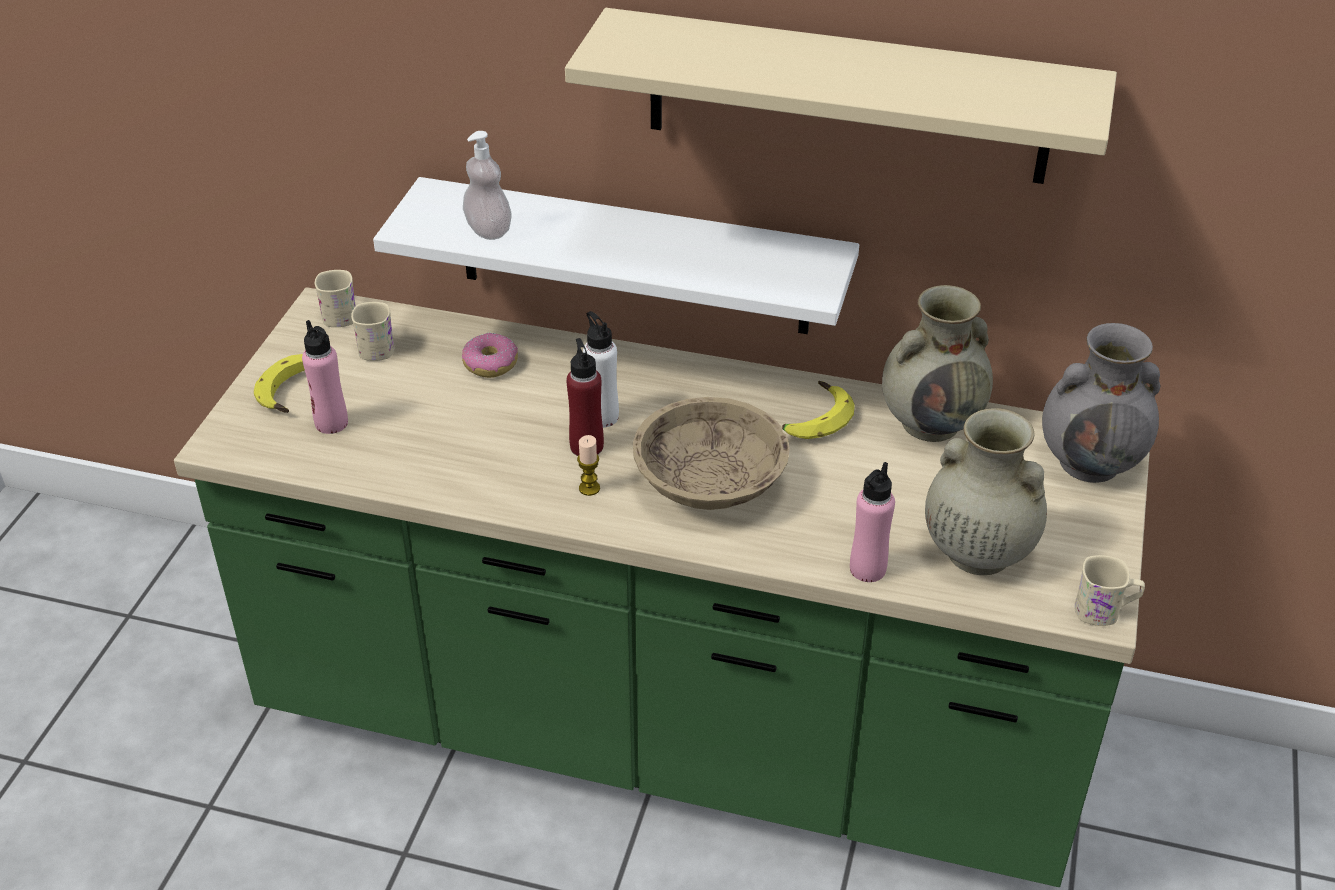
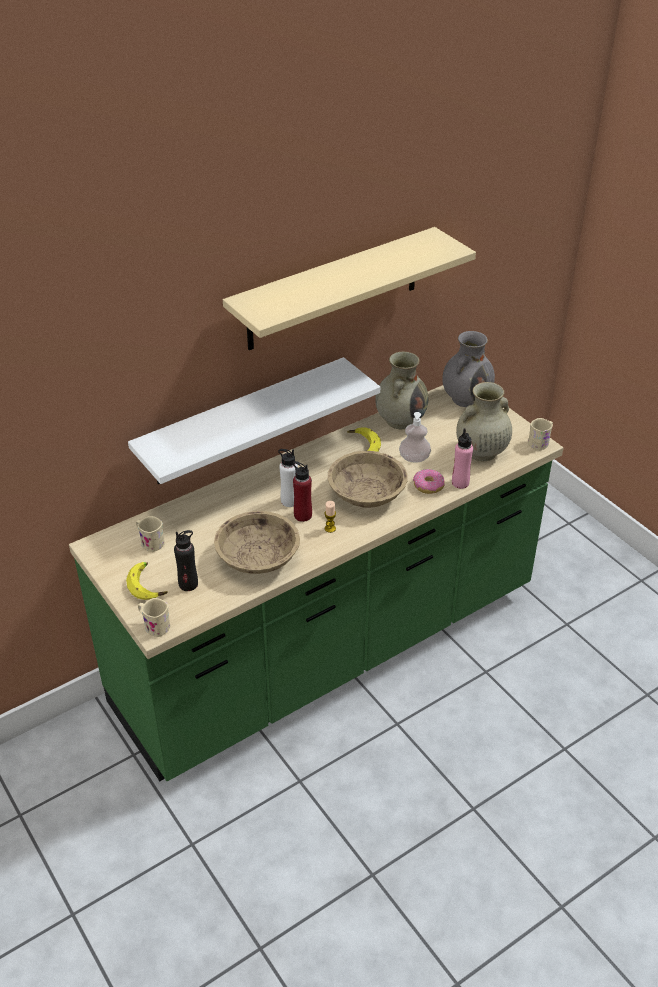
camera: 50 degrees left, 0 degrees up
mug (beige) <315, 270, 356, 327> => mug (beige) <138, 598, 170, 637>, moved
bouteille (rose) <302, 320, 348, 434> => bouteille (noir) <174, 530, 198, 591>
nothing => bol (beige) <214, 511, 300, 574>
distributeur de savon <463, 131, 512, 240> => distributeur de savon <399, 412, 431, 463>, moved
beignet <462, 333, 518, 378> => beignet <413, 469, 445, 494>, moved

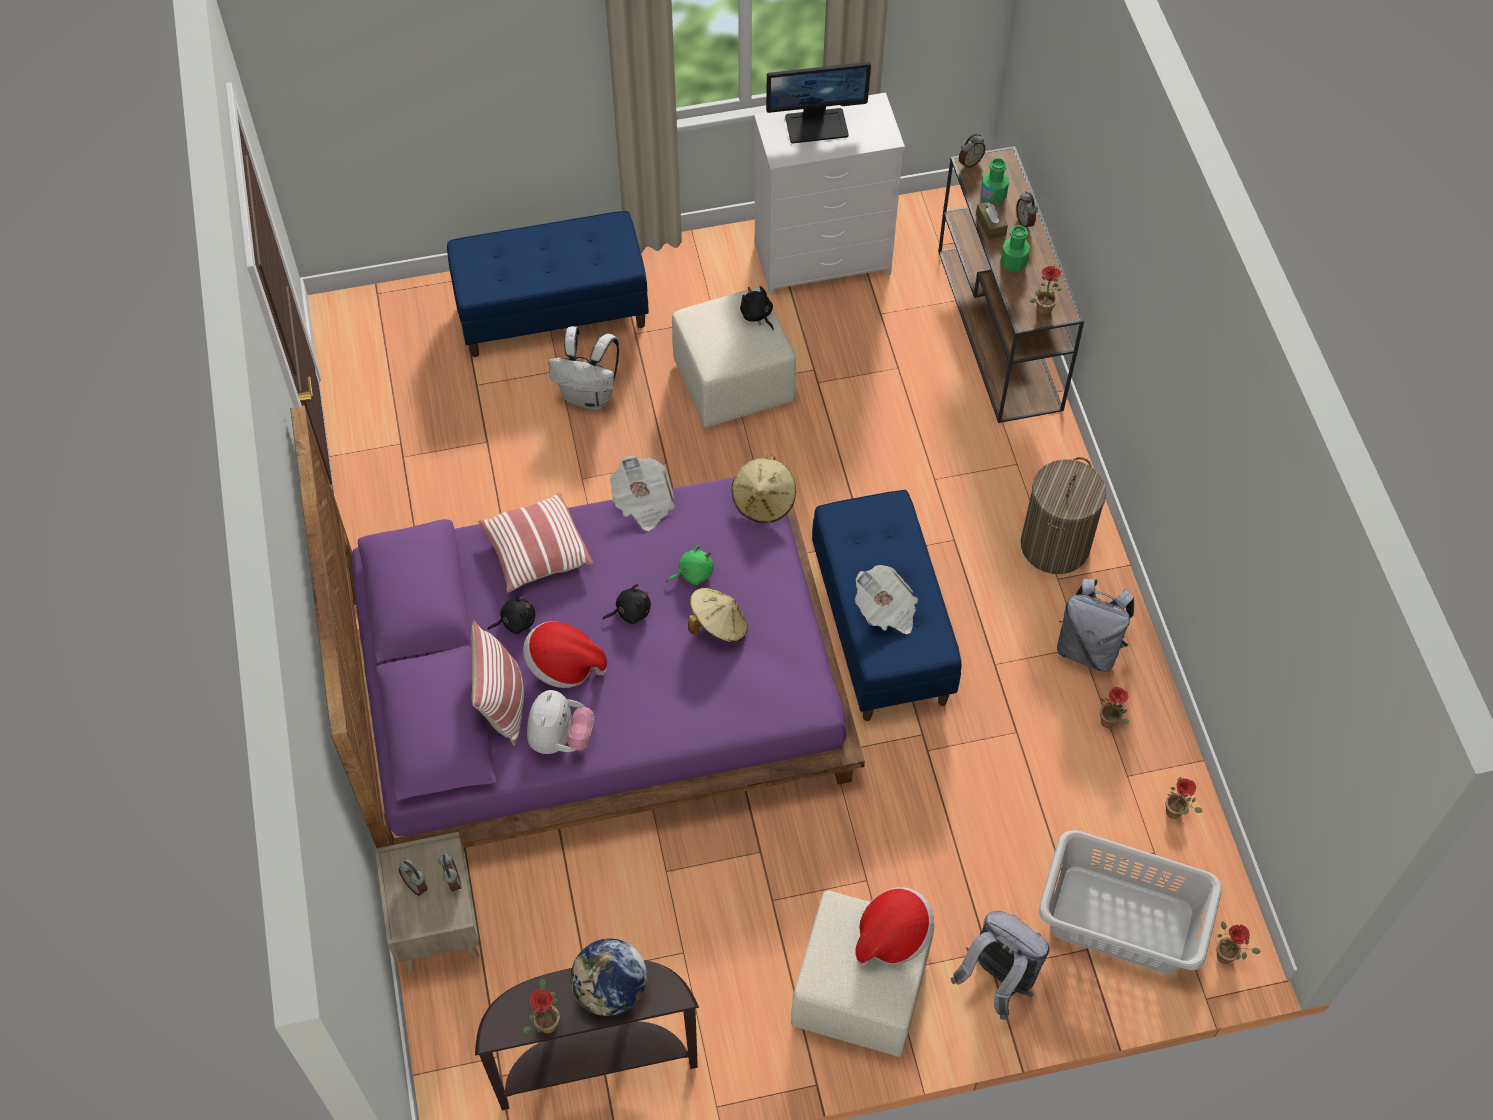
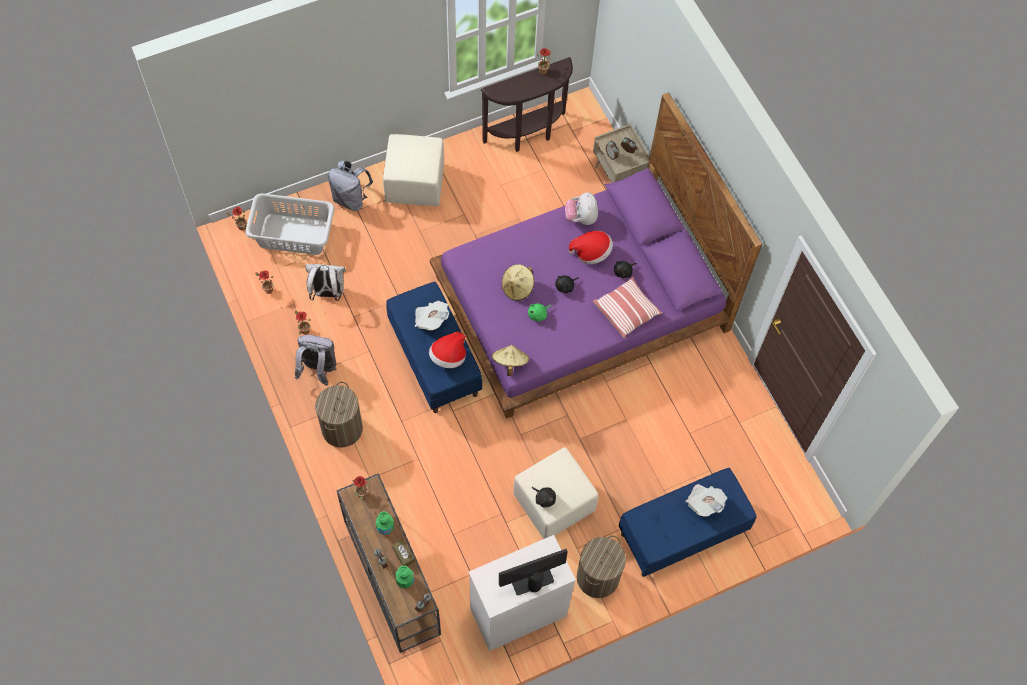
camera: 165 degrees right, 5 degrees up
sac à dos (blanc) <548, 326, 619, 410> => sac à dos (blanc) <305, 264, 346, 301>, moved
chapeau <855, 887, 934, 966> => chapeau <429, 332, 466, 368>, moved
nothing => panier à linge <577, 535, 626, 598>
journal <610, 455, 675, 531> => journal <685, 484, 727, 517>, moved
coussin <471, 621, 524, 746> => nothing
globe <571, 938, 647, 1016> => nothing

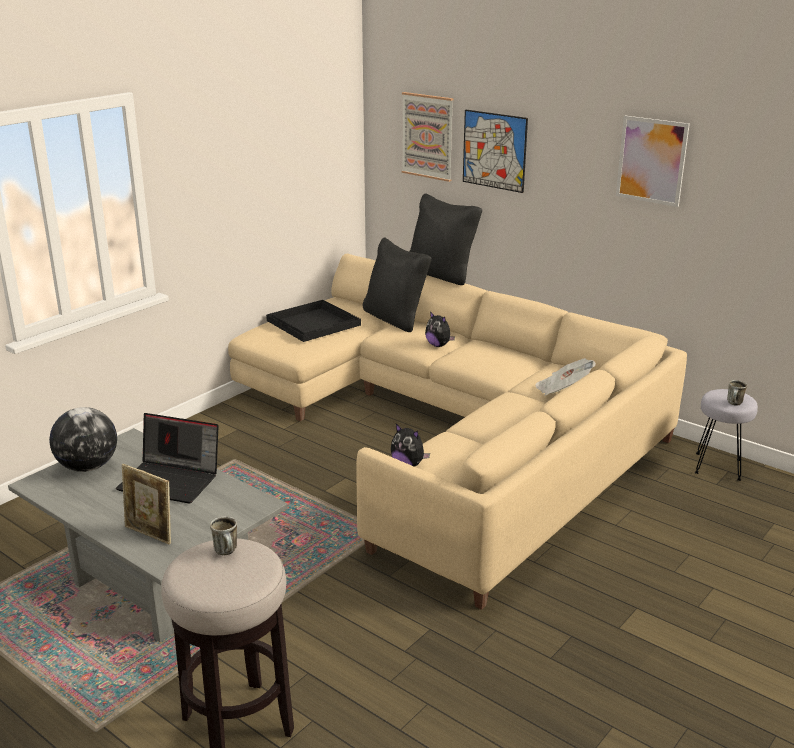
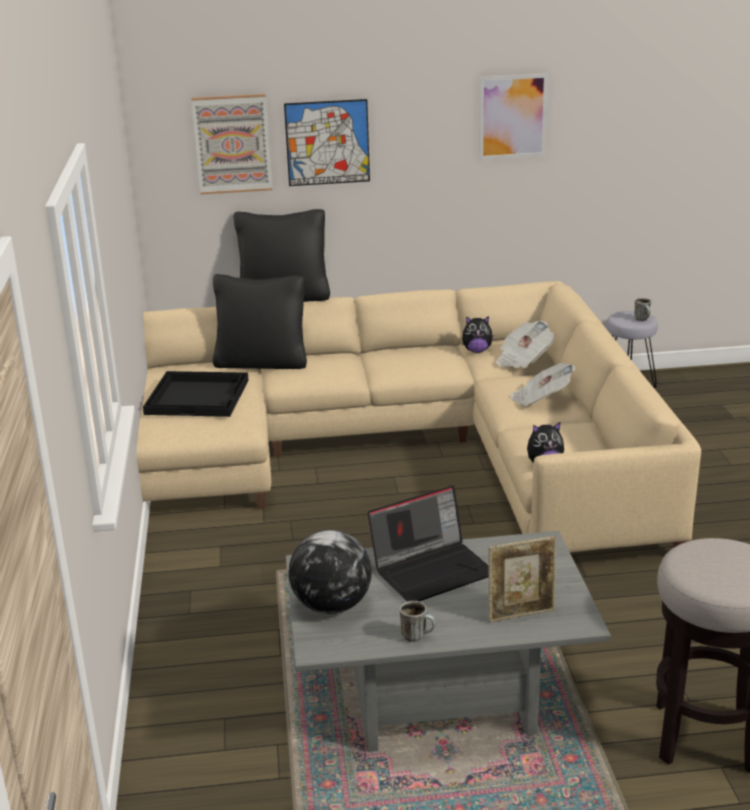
camera: 45 degrees left, 0 degrees up
mug <210, 516, 237, 555> => mug <400, 601, 436, 642>, moved
peluche <425, 311, 455, 347> => peluche <462, 316, 494, 353>, moved
nothing => journal <510, 363, 576, 407>

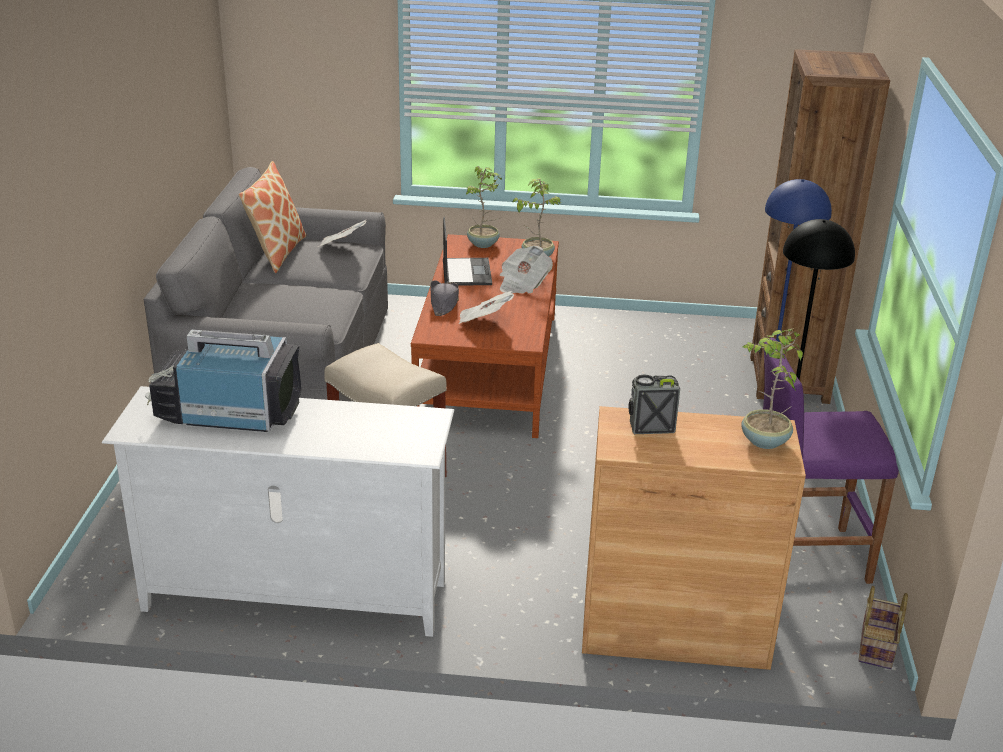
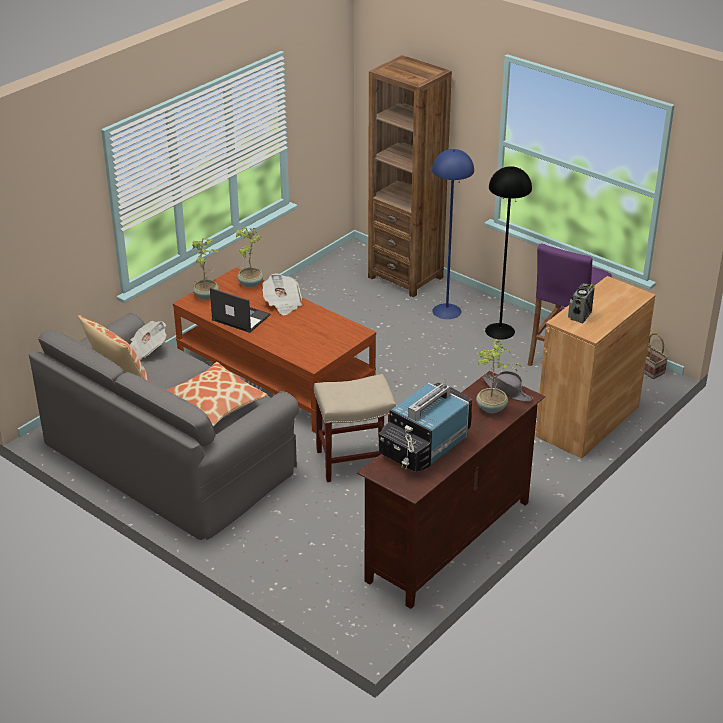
camera: 55 degrees left, 5 degrees up
nothing => coussin <167, 362, 268, 427>
meuble télé (blanc) <102, 386, 454, 637> => meuble télé (marron) <357, 371, 545, 609>
plante en pot <742, 329, 803, 449> => plante en pot <476, 339, 521, 413>, moved
chapeau (gris) <430, 280, 459, 316> => chapeau (gris) <482, 371, 533, 402>, moved
journal <458, 291, 514, 324> => nothing

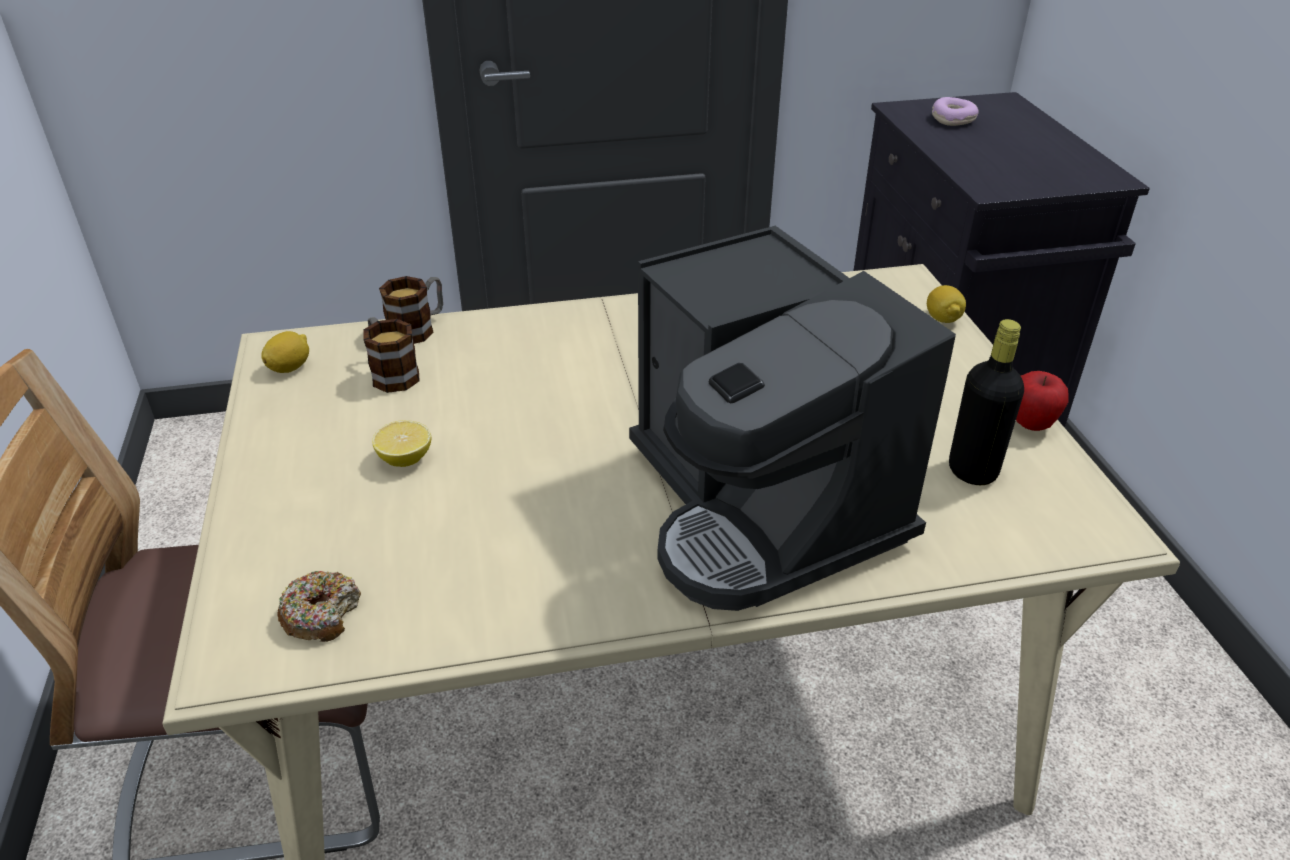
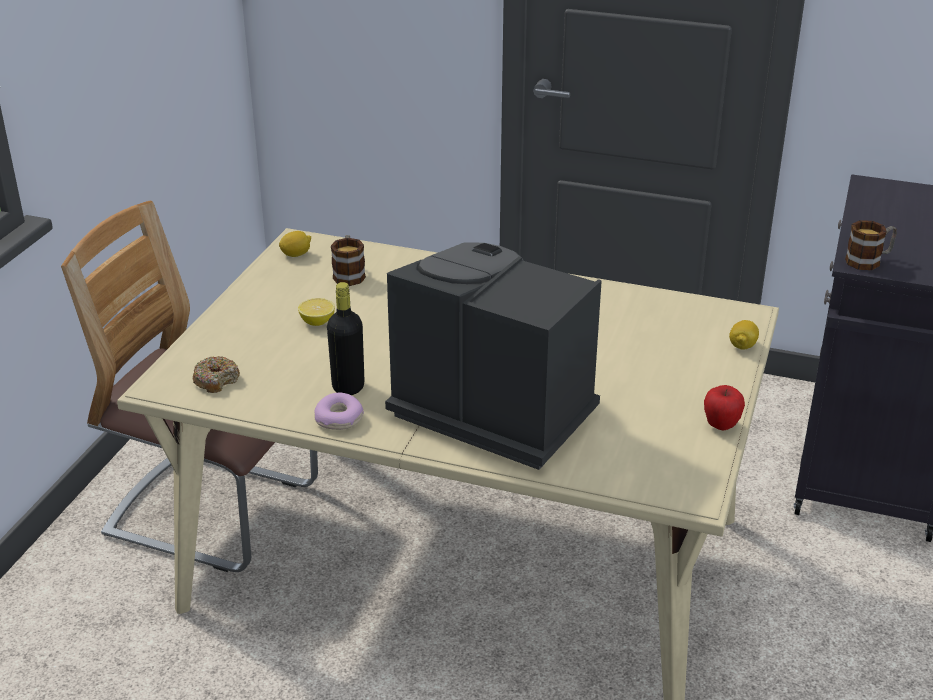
camera: 30 degrees right, 5 degrees down
beignet <932, 97, 979, 126> => beignet <314, 393, 364, 430>, moved
bouteille (noir) <949, 319, 1024, 485> => bouteille (noir) <327, 282, 365, 395>, moved
machine à café <629, 226, 956, 611> => machine à café <385, 242, 602, 470>, 120 degrees clockwise
mug <379, 276, 443, 344> => mug <845, 220, 897, 270>, moved

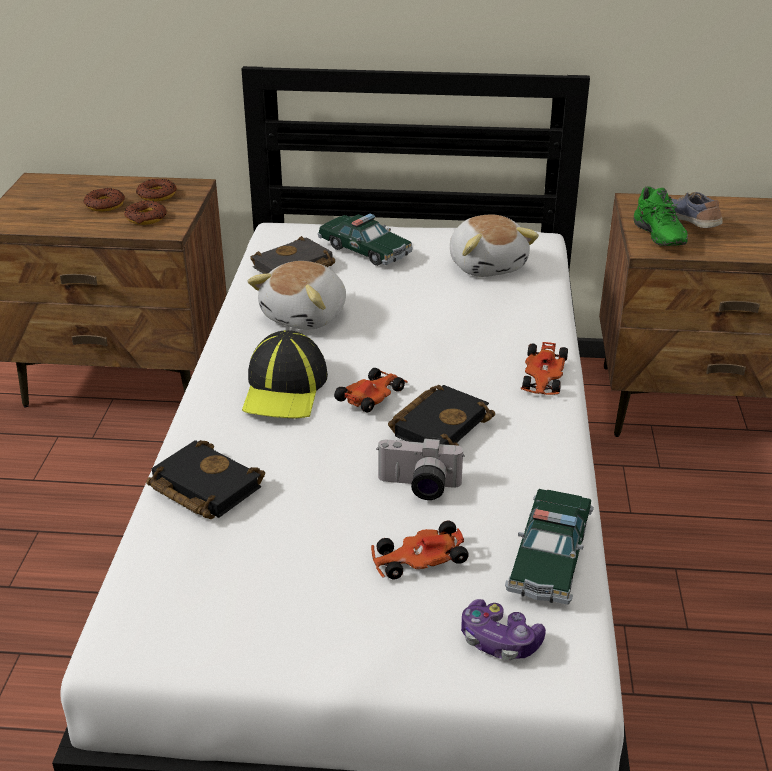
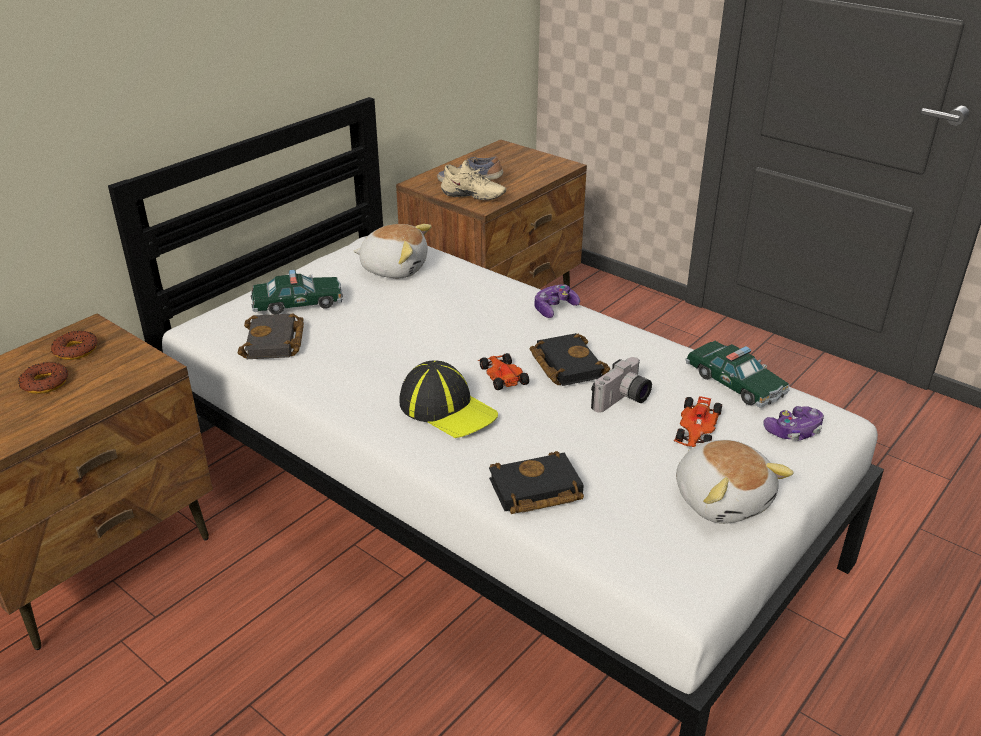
camera: 55 degrees left, 0 degrees up
chaussure (vert) <634, 186, 688, 246> => chaussure (beige) <441, 160, 506, 200>
petite voiture <521, 342, 568, 395> => manette <534, 284, 580, 318>
peluche <247, 261, 346, 330> => peluche <676, 440, 794, 524>, moved
beignet <124, 200, 167, 225> => nothing

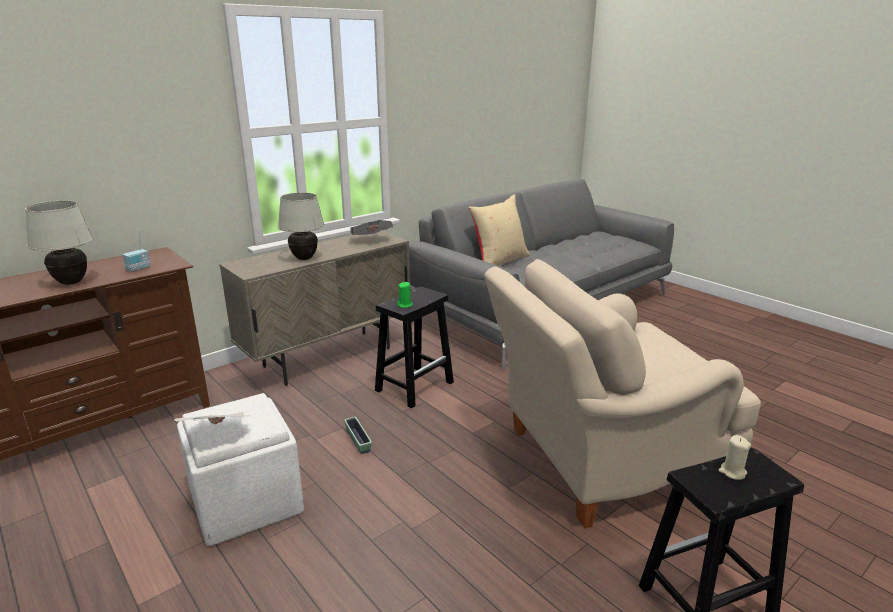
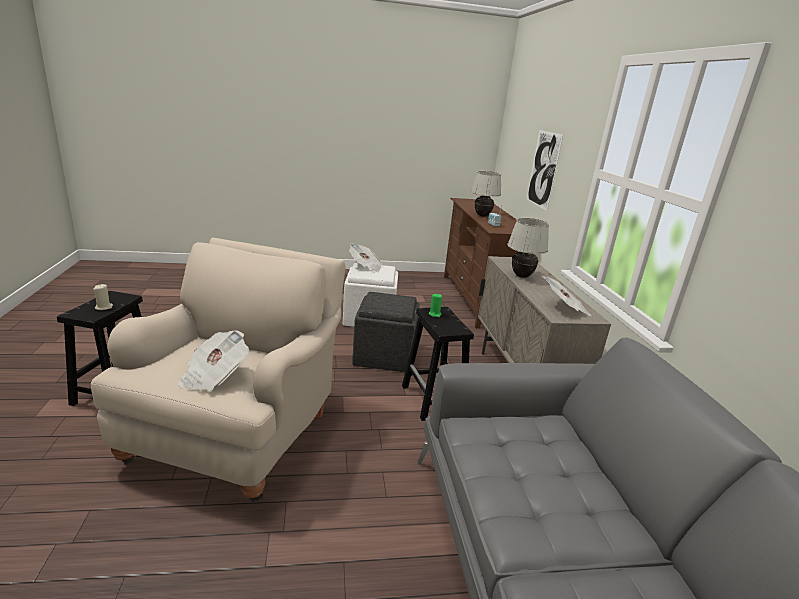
camera: 120 degrees right, 0 degrees up
nothing => journal <178, 330, 249, 392>
cache-pot <344, 417, 372, 454> => pouf (gris) <352, 292, 419, 372>
nothing => tableau <527, 130, 563, 211>
coussin (beige) <469, 194, 530, 266> => nothing

